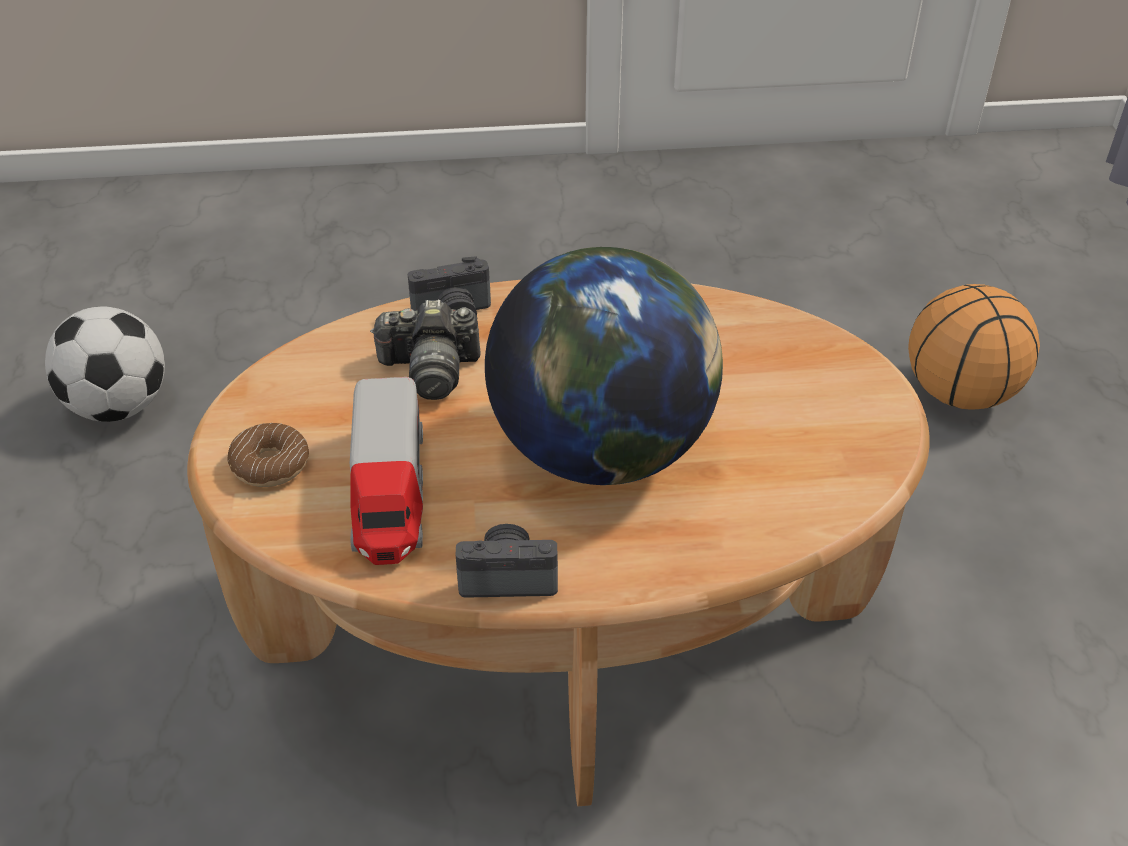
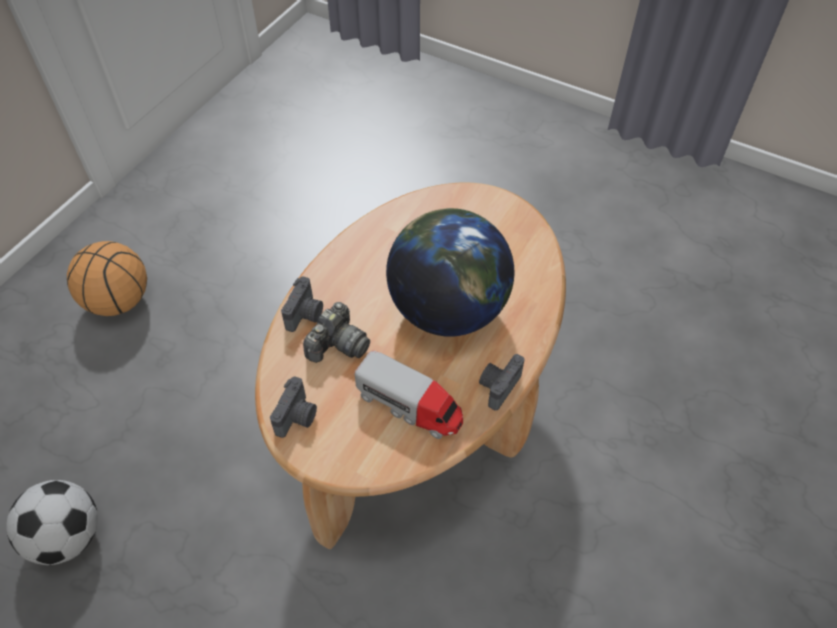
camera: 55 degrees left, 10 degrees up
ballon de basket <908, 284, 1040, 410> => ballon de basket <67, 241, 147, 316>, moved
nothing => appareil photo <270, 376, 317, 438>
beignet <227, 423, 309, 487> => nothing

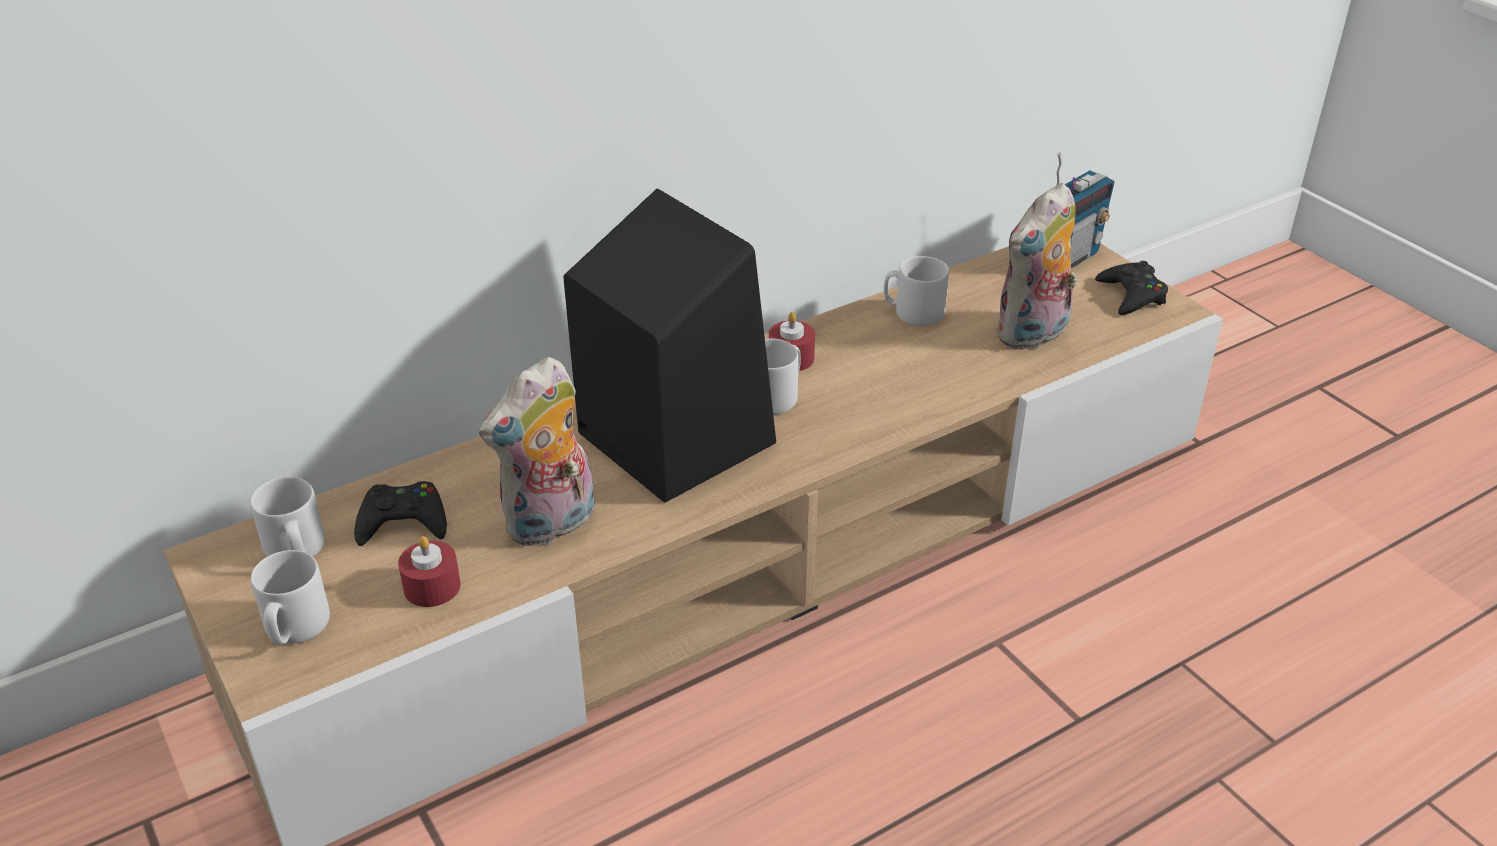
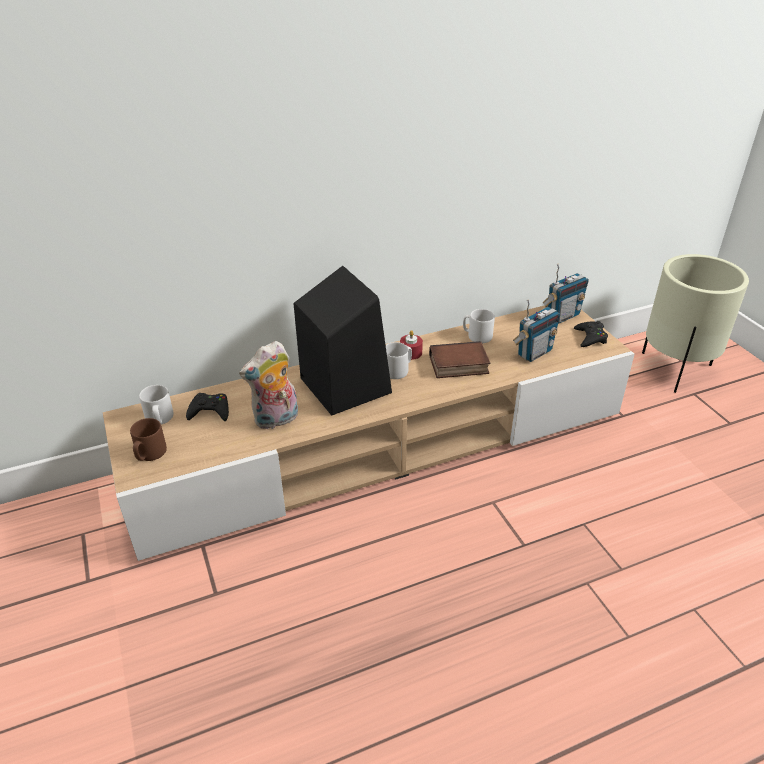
camera: 10 degrees right, 0 degrees up
mug (gris) <251, 550, 330, 645> => mug (marron) <130, 418, 167, 461>
nothing => livre <429, 341, 490, 378>
peluche <995, 183, 1078, 351> => radio <513, 299, 561, 362>
nothing => cache-pot (beige) <642, 254, 749, 393>
bougie (rouge) <398, 536, 461, 607> => nothing

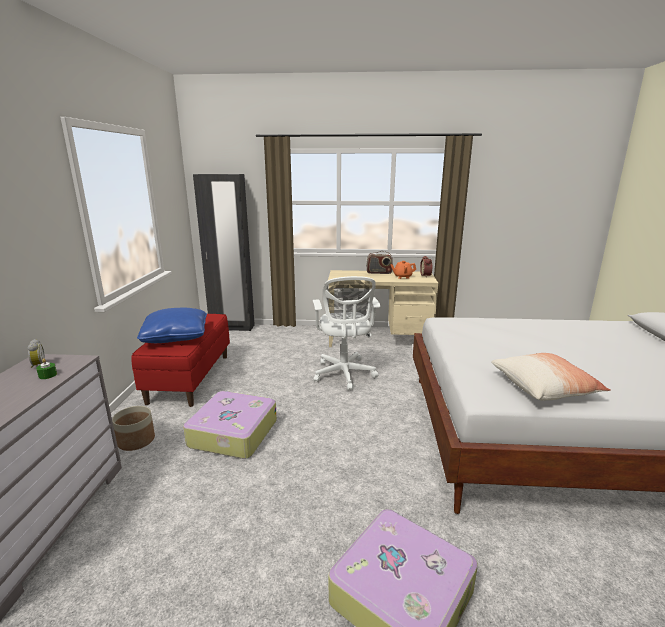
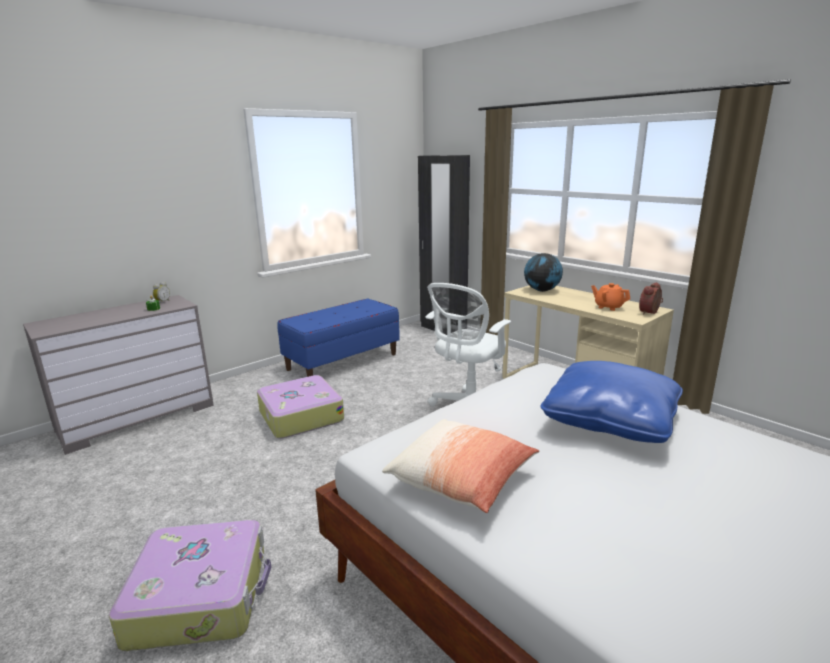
camera: 45 degrees right, 0 degrees up
banc (rouge) <131, 314, 230, 407> => banc (bleu) <277, 299, 400, 377>
nothing => globe <524, 253, 563, 292>
coussin (bleu) <137, 308, 207, 343> => coussin (bleu) <541, 361, 683, 443>, moved
cache-pot <112, 406, 155, 451> => nothing
radio <366, 251, 393, 274> => nothing

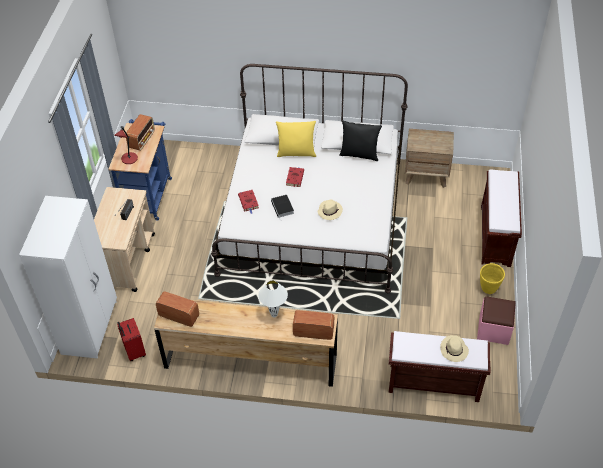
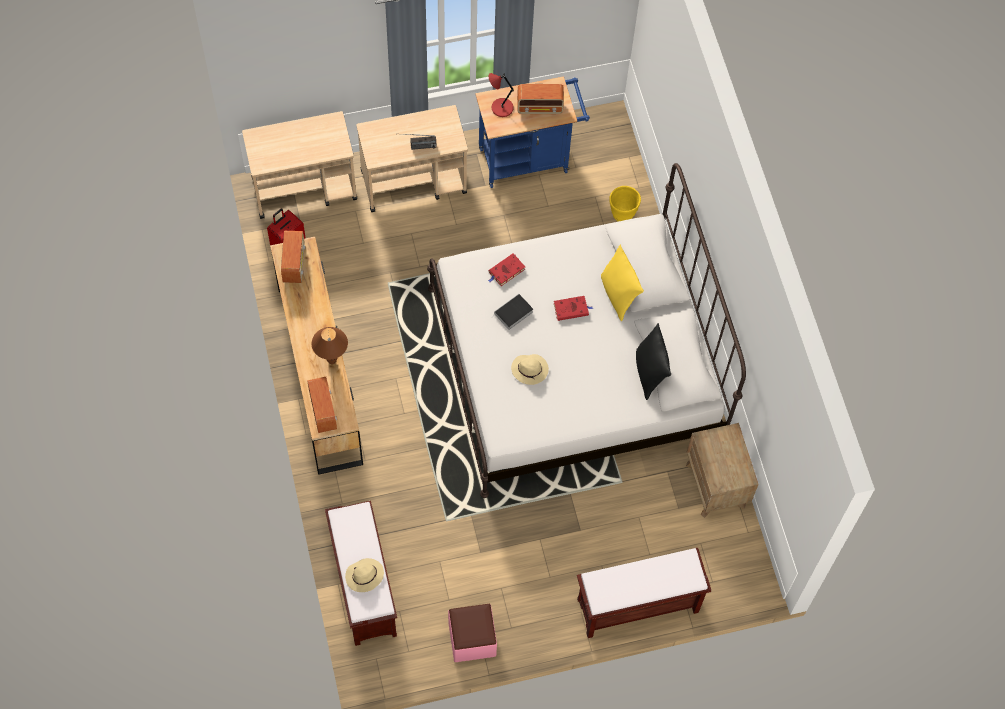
camera: 65 degrees right, 15 degrees up
armoire (blanc) <19, 196, 117, 358> => chariot (beige) <242, 111, 357, 219>
lampe de table (blanc) <258, 280, 288, 318> => lampe de table (marron) <312, 327, 348, 365>
cache-pot (jaune) <480, 263, 505, 294> => cache-pot (jaune) <609, 186, 641, 222>, moved

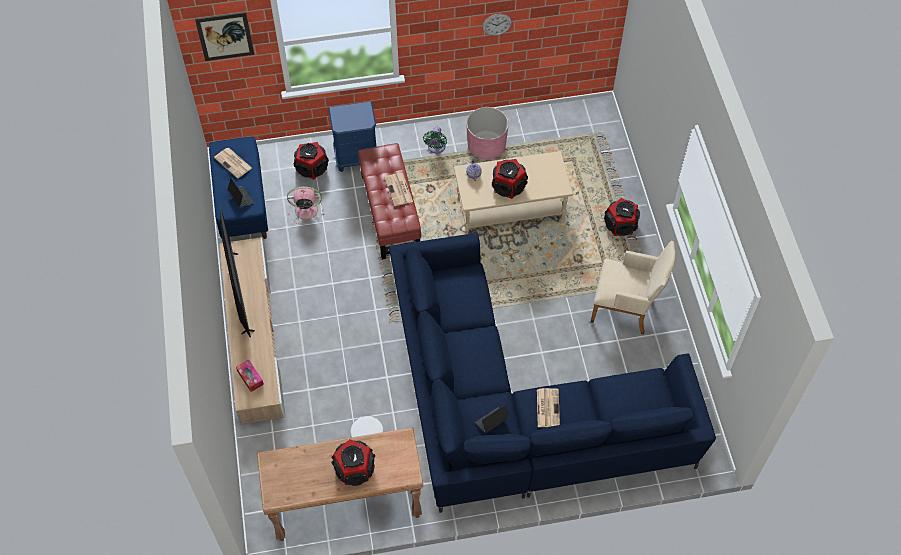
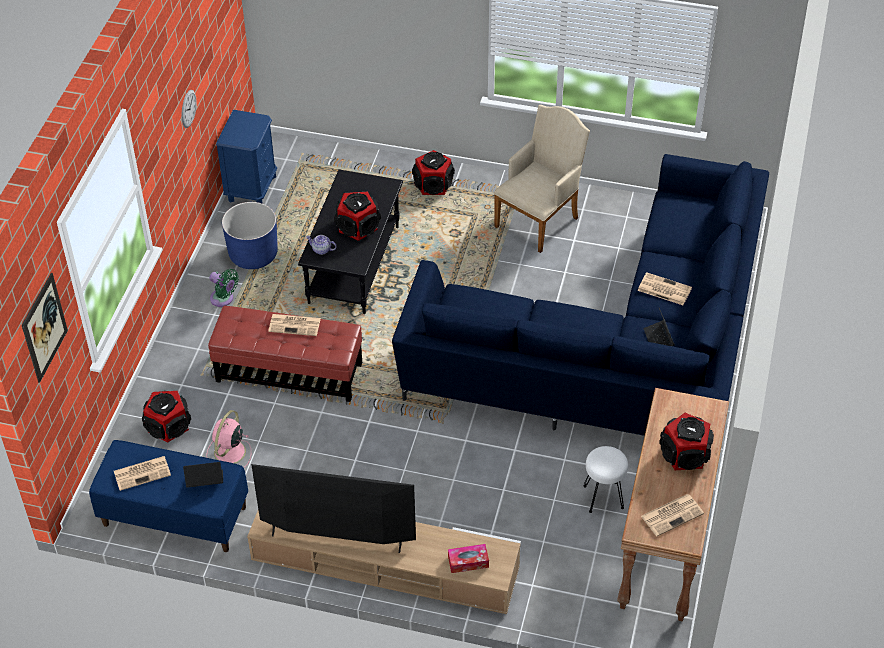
camera: 65 degrees left, 10 degrees down
table de chevet (bleu) <328, 102, 377, 172> => table de chevet (bleu) <216, 110, 277, 204>, moved
cache-pot (rose) <466, 107, 509, 159> => cache-pot (bleu) <222, 202, 278, 269>
table basse (beige) <454, 151, 573, 234> => table basse (noir) <298, 170, 403, 314>
nothing => journal <641, 494, 704, 536>

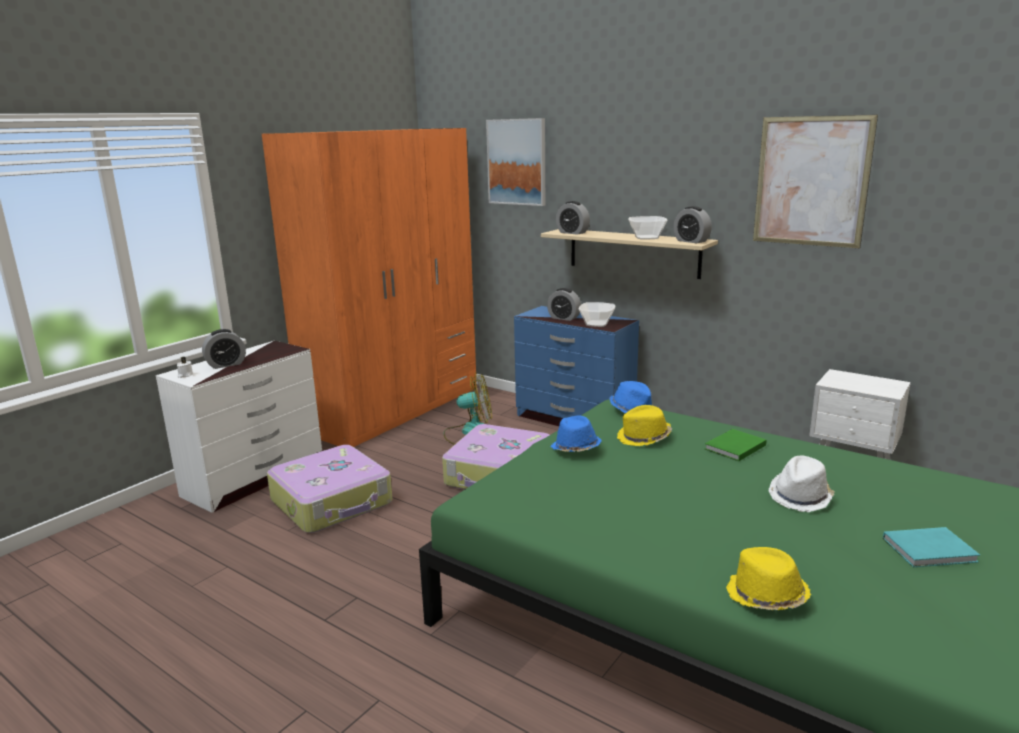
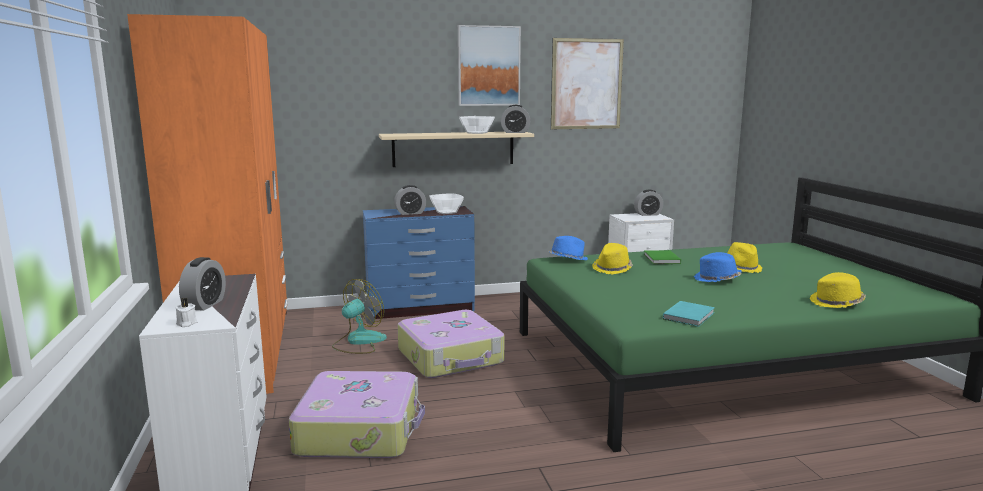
camera: 50 degrees left, 5 degrees down
tableau <486, 118, 545, 206> => tableau <458, 25, 521, 106>, moved
réveil <556, 201, 590, 235> => réveil <634, 190, 663, 216>, moved
livre (turquoise) <883, 527, 980, 567> => livre (turquoise) <663, 301, 715, 327>, moved
chapeau (bleu) <551, 415, 602, 452> => chapeau (bleu) <694, 252, 742, 282>, moved
chapeau (blanc) <768, 456, 835, 512> => chapeau (jaune) <727, 242, 763, 273>

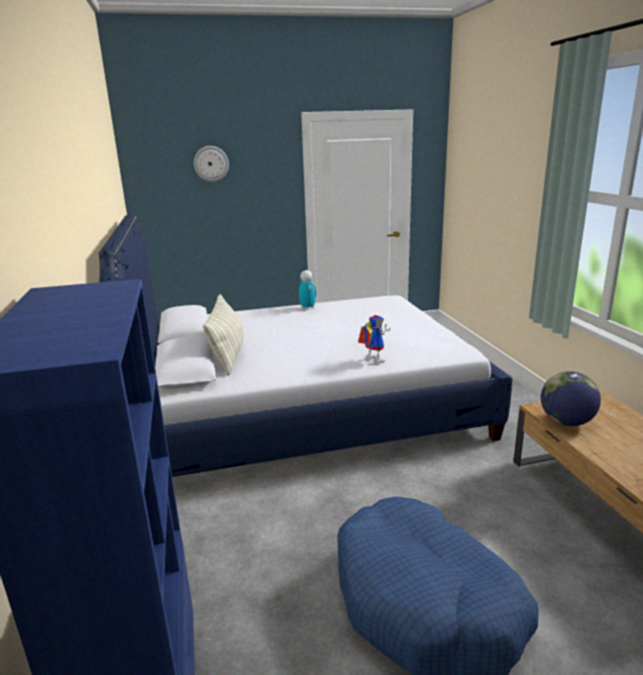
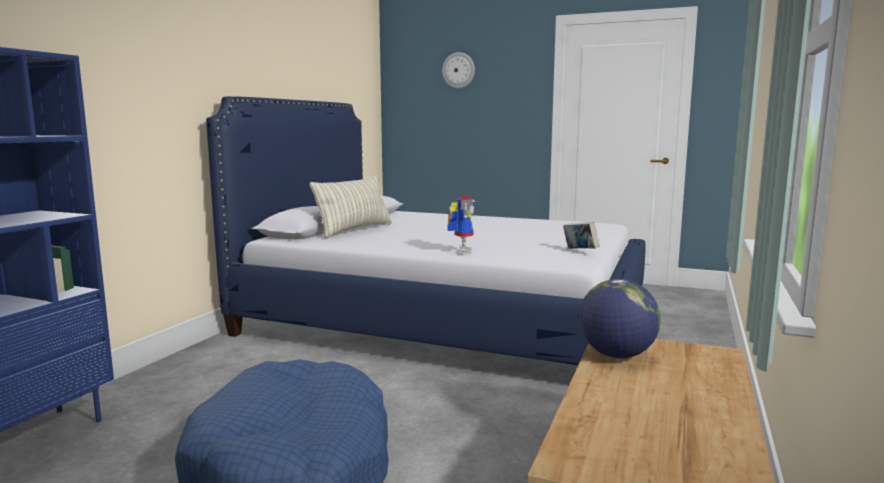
camera: 35 degrees right, 10 degrees down
nothing => livre <563, 222, 600, 249>
robot jouet <299, 270, 316, 310> => nothing

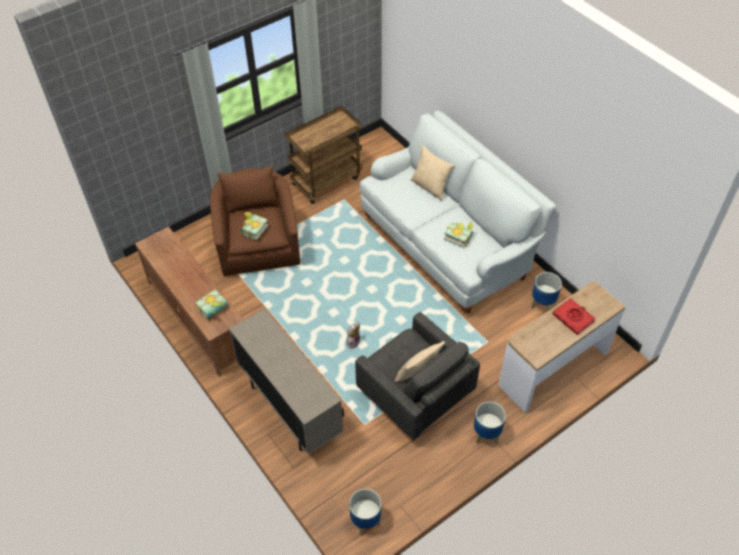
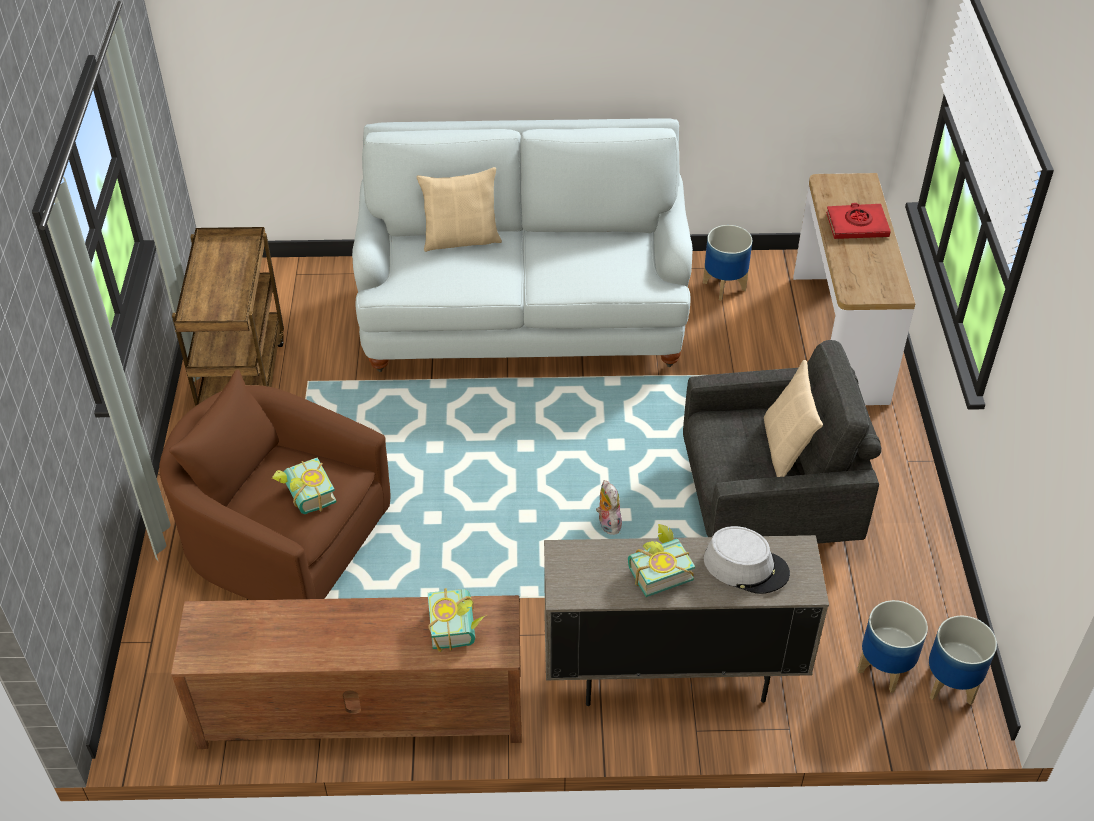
camera: 55 degrees left, 5 degrees down
livre <444, 221, 473, 248> => livre <628, 524, 695, 597>, moved
nothing => chapeau (gris) <704, 526, 790, 594>
cache-pot <474, 402, 506, 445> => cache-pot <857, 600, 928, 693>, moved

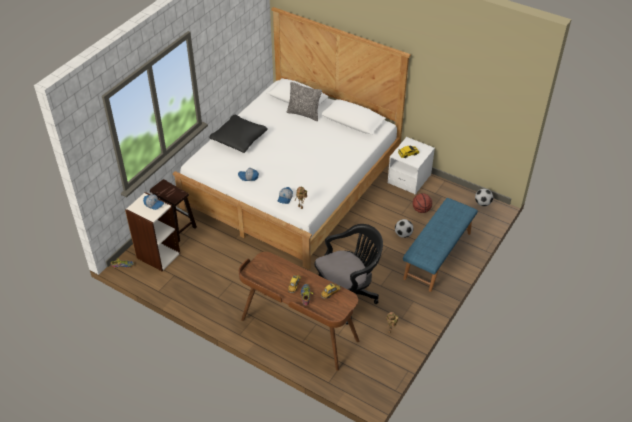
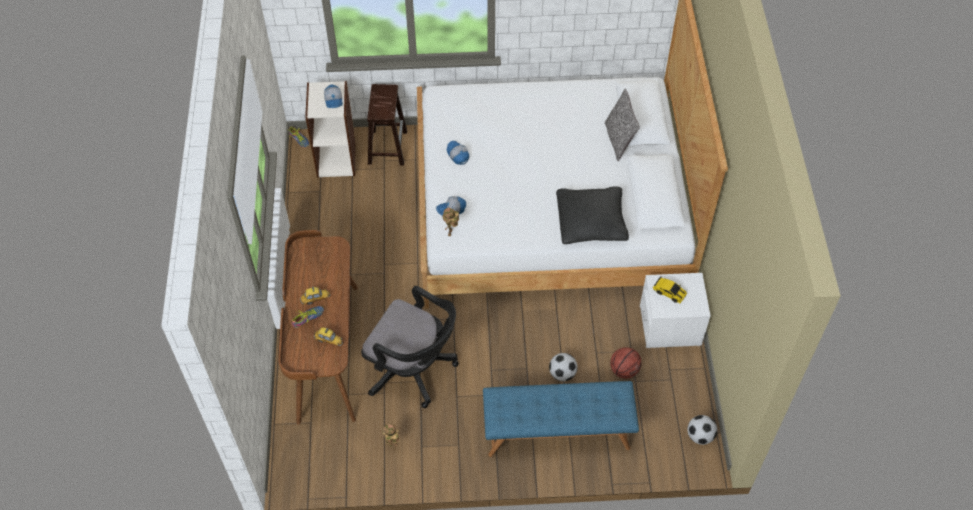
camera: 55 degrees right, 10 degrees up
coussin (noir) <209, 115, 268, 153> => coussin (noir) <556, 187, 629, 244>, moved

